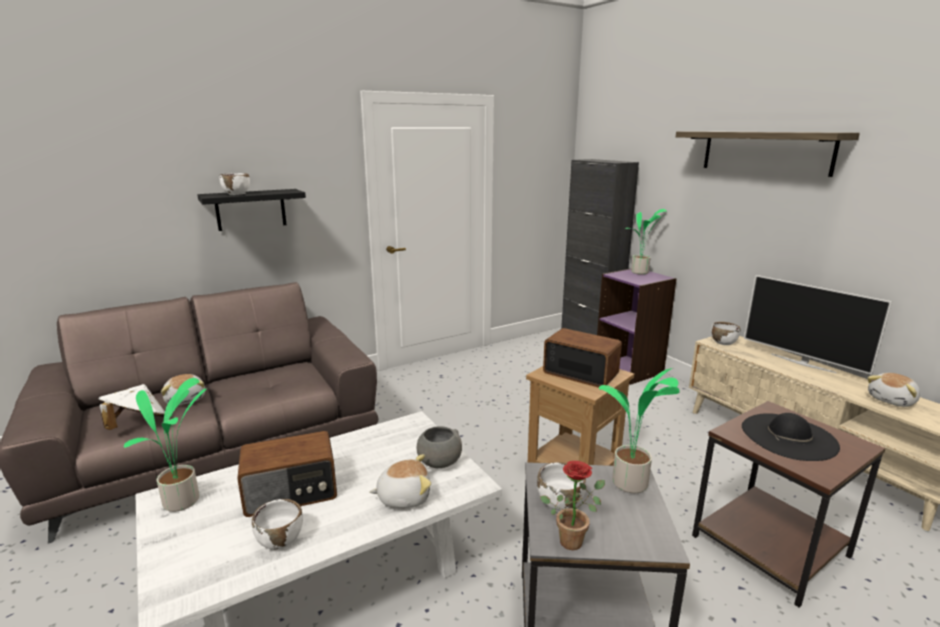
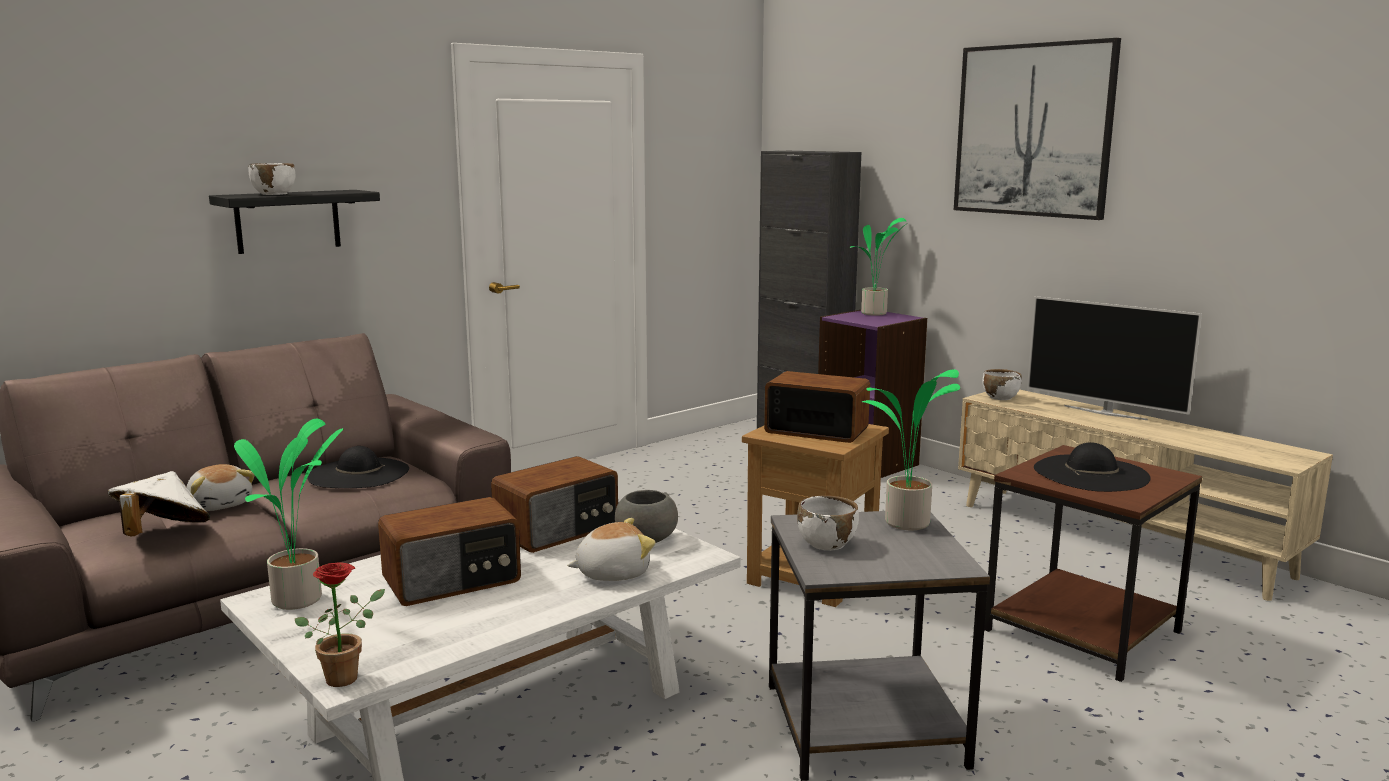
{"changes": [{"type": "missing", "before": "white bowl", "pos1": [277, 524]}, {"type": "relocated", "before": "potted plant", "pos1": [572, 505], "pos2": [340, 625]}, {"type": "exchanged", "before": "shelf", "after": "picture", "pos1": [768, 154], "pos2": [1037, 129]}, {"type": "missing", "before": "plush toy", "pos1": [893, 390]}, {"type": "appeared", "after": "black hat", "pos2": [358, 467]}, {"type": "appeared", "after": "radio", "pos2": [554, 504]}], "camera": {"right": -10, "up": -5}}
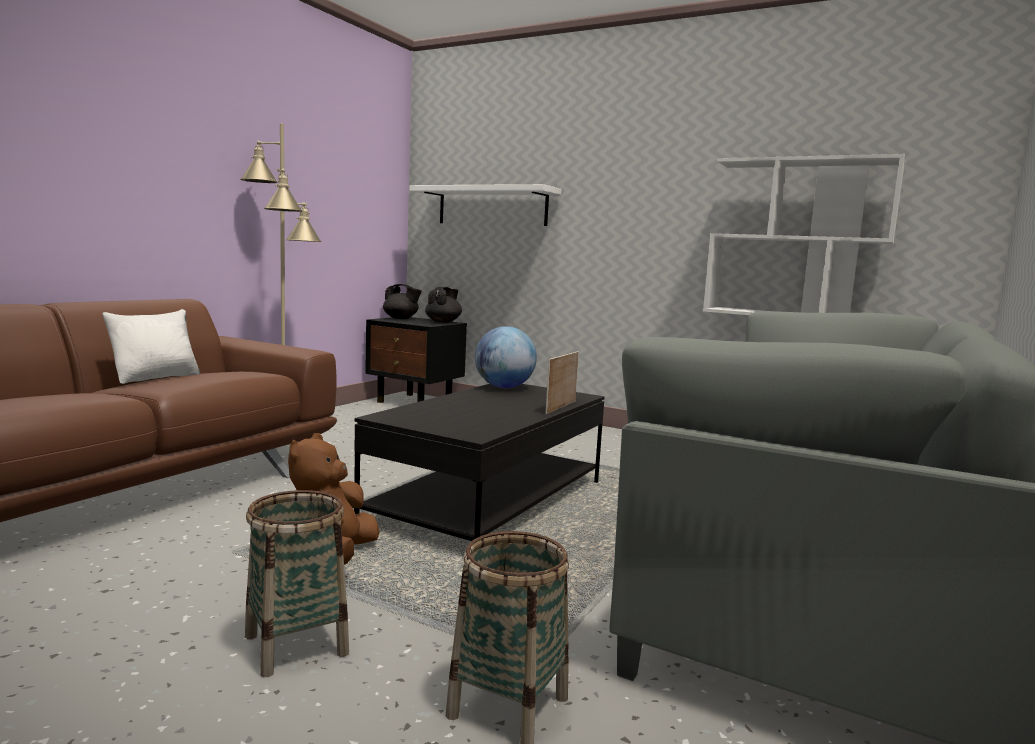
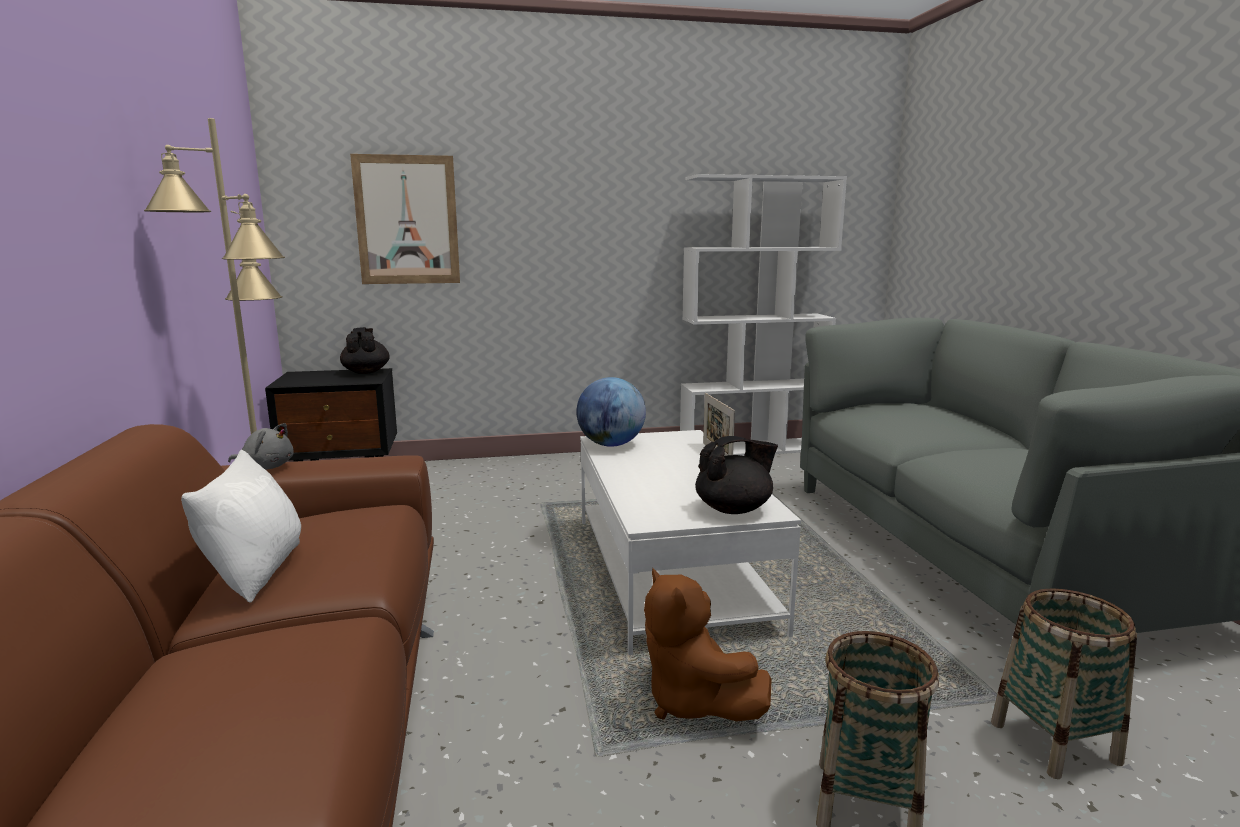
{"changes": [{"type": "colour", "before": "black coffee table", "after": "white coffee table", "pos1": [479, 462], "pos2": [690, 542]}, {"type": "relocated", "before": "black teapot", "pos1": [402, 301], "pos2": [736, 475]}, {"type": "exchanged", "before": "white shelf", "after": "picture", "pos1": [485, 205], "pos2": [405, 219]}, {"type": "appeared", "after": "grey plush toy", "pos2": [261, 446]}], "camera": {"right": -40, "up": 5}}
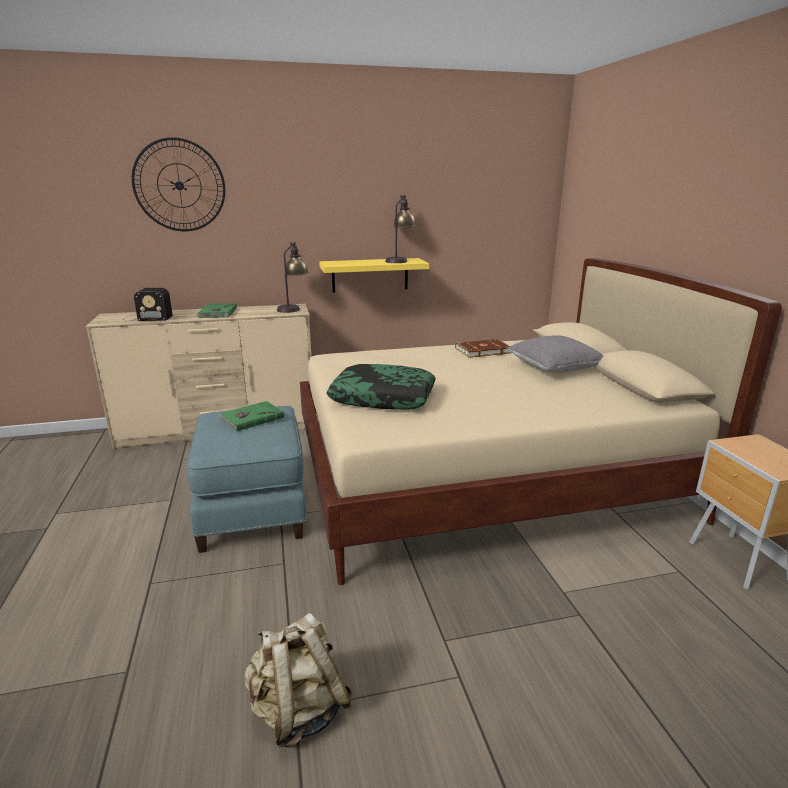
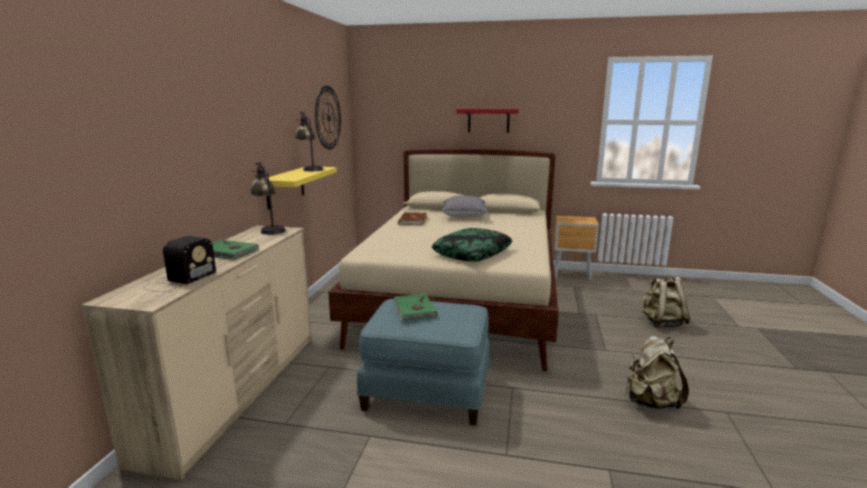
{"changes": [{"type": "relocated", "before": "wall clock", "pos1": [178, 184], "pos2": [328, 118]}, {"type": "appeared", "after": "red shelf", "pos2": [487, 120]}, {"type": "appeared", "after": "beige backpack", "pos2": [665, 301]}], "camera": {"right": -65, "up": -5}}
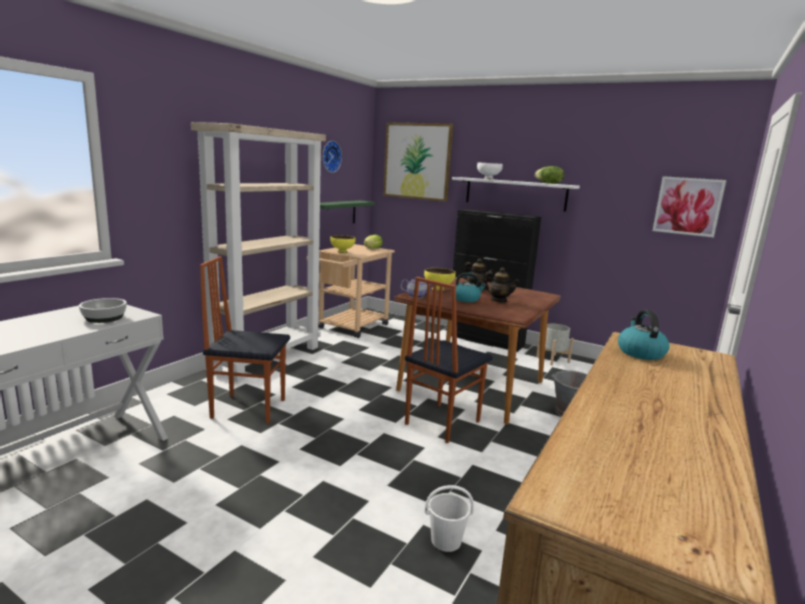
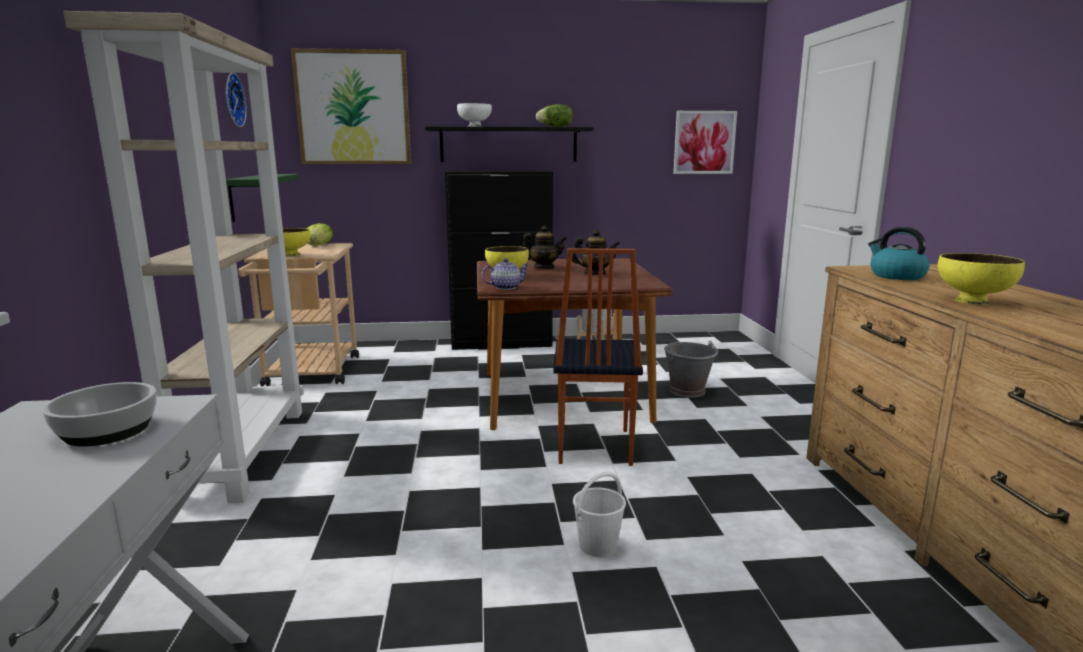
{"changes": [{"type": "missing", "before": "chair", "pos1": [245, 340]}, {"type": "relocated", "before": "white bucket", "pos1": [449, 518], "pos2": [599, 514]}, {"type": "colour", "before": "white shelf", "after": "black shelf", "pos1": [516, 194], "pos2": [509, 144]}, {"type": "missing", "before": "kettle", "pos1": [471, 287]}, {"type": "appeared", "after": "yellow bowl", "pos2": [981, 279]}], "camera": {"right": -35, "up": 0}}
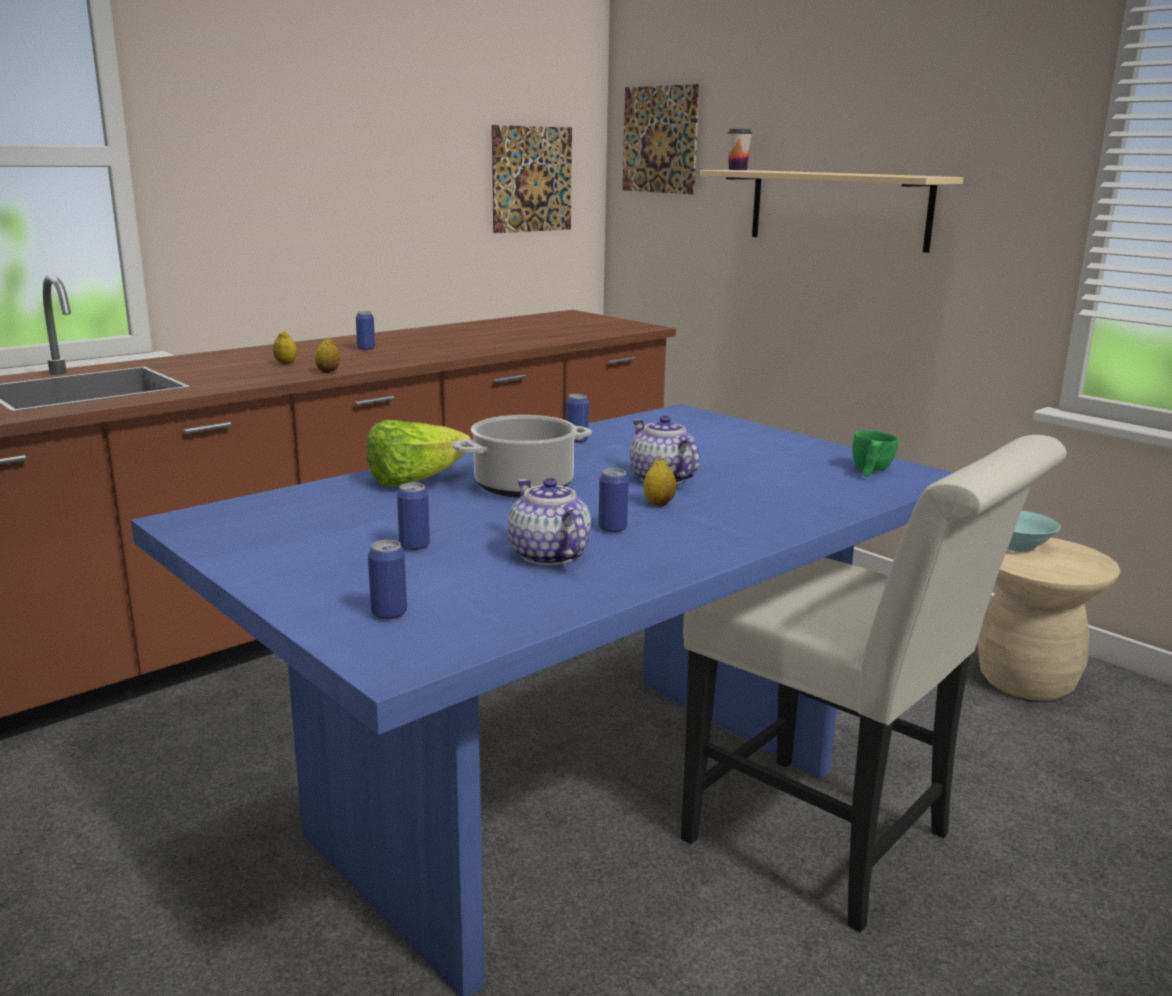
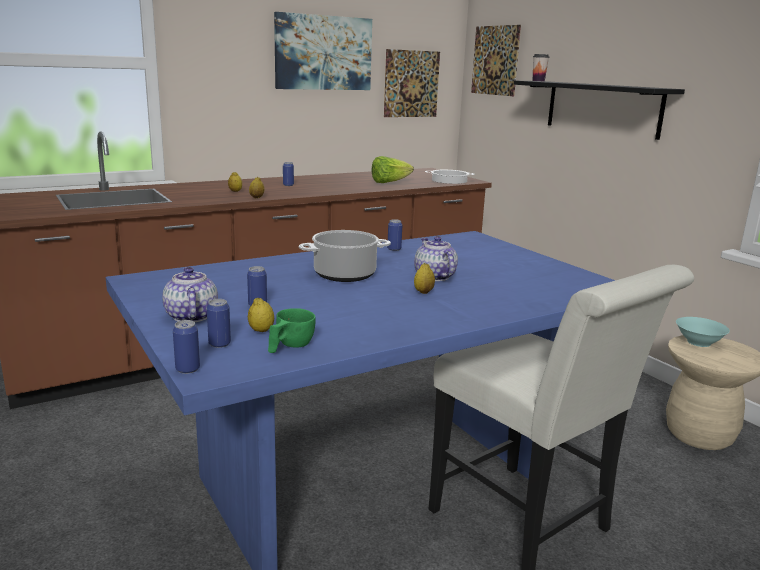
{"changes": [{"type": "relocated", "before": "lettuce", "pos1": [418, 453], "pos2": [392, 169]}, {"type": "relocated", "before": "teapot", "pos1": [549, 522], "pos2": [190, 294]}, {"type": "relocated", "before": "can", "pos1": [613, 500], "pos2": [186, 347]}, {"type": "colour", "before": "beige shelf", "after": "black shelf", "pos1": [832, 211], "pos2": [599, 110]}, {"type": "relocated", "before": "green cup", "pos1": [875, 453], "pos2": [292, 330]}, {"type": "appeared", "after": "lemon", "pos2": [261, 315]}, {"type": "appeared", "after": "picture", "pos2": [323, 51]}, {"type": "appeared", "after": "cooking pot", "pos2": [449, 177]}], "camera": {"right": 10, "up": 0}}
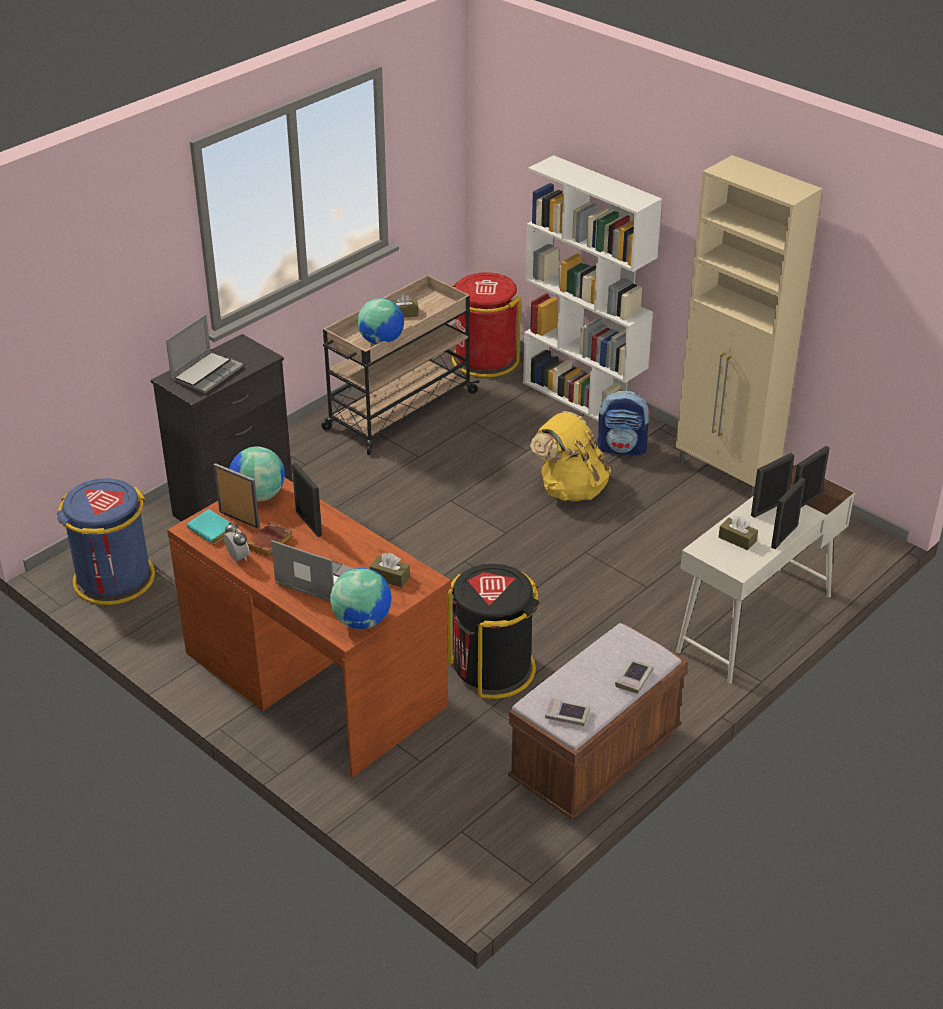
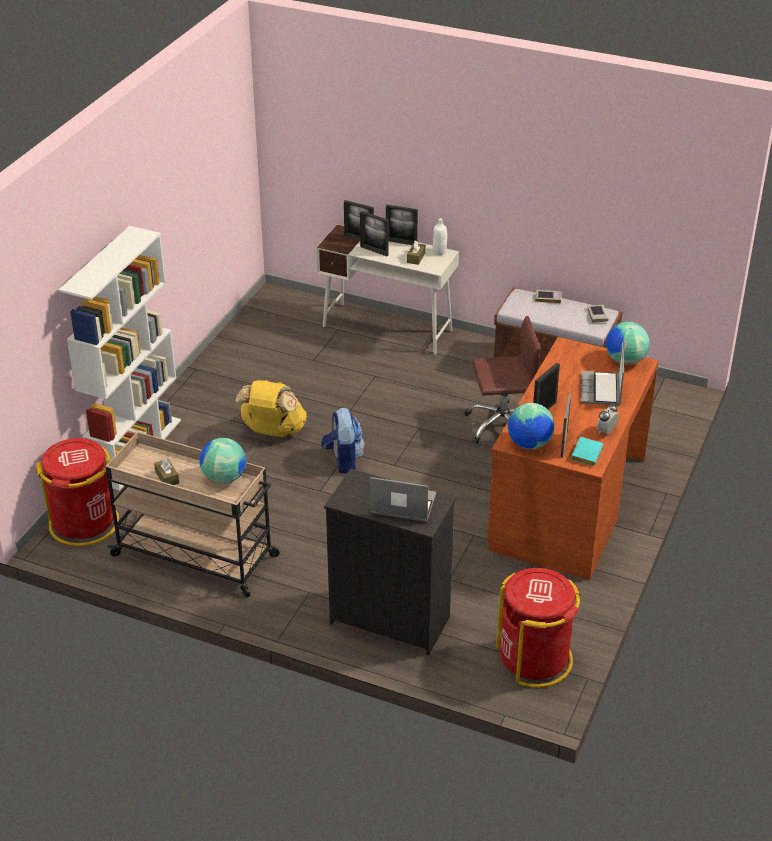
{"changes": [{"type": "colour", "before": "blue trash can", "after": "red trash can", "pos1": [106, 541], "pos2": [538, 628]}, {"type": "missing", "before": "brown book", "pos1": [270, 540]}, {"type": "missing", "before": "brown tissue box", "pos1": [390, 570]}, {"type": "exchanged", "before": "black trash can", "after": "brown office chair", "pos1": [493, 631], "pos2": [502, 380]}, {"type": "relocated", "before": "backpack", "pos1": [624, 423], "pos2": [343, 440]}, {"type": "missing", "before": "beige cabinet", "pos1": [749, 326]}, {"type": "appeared", "after": "white bottle", "pos2": [440, 236]}], "camera": {"right": -110, "up": 0}}
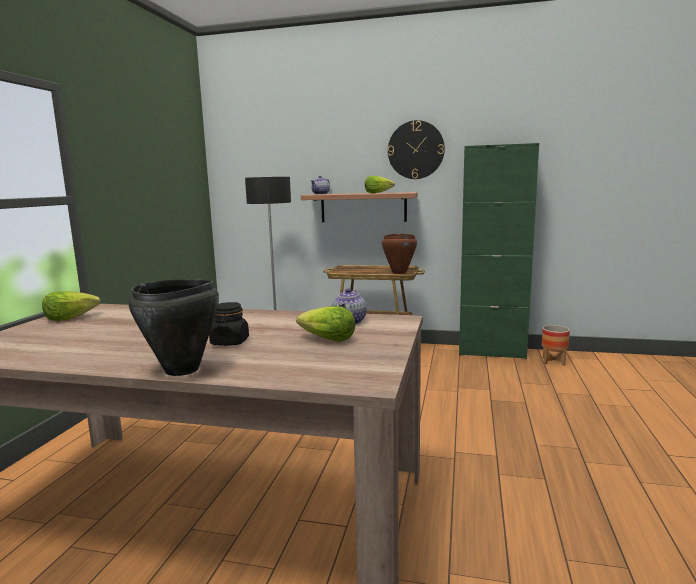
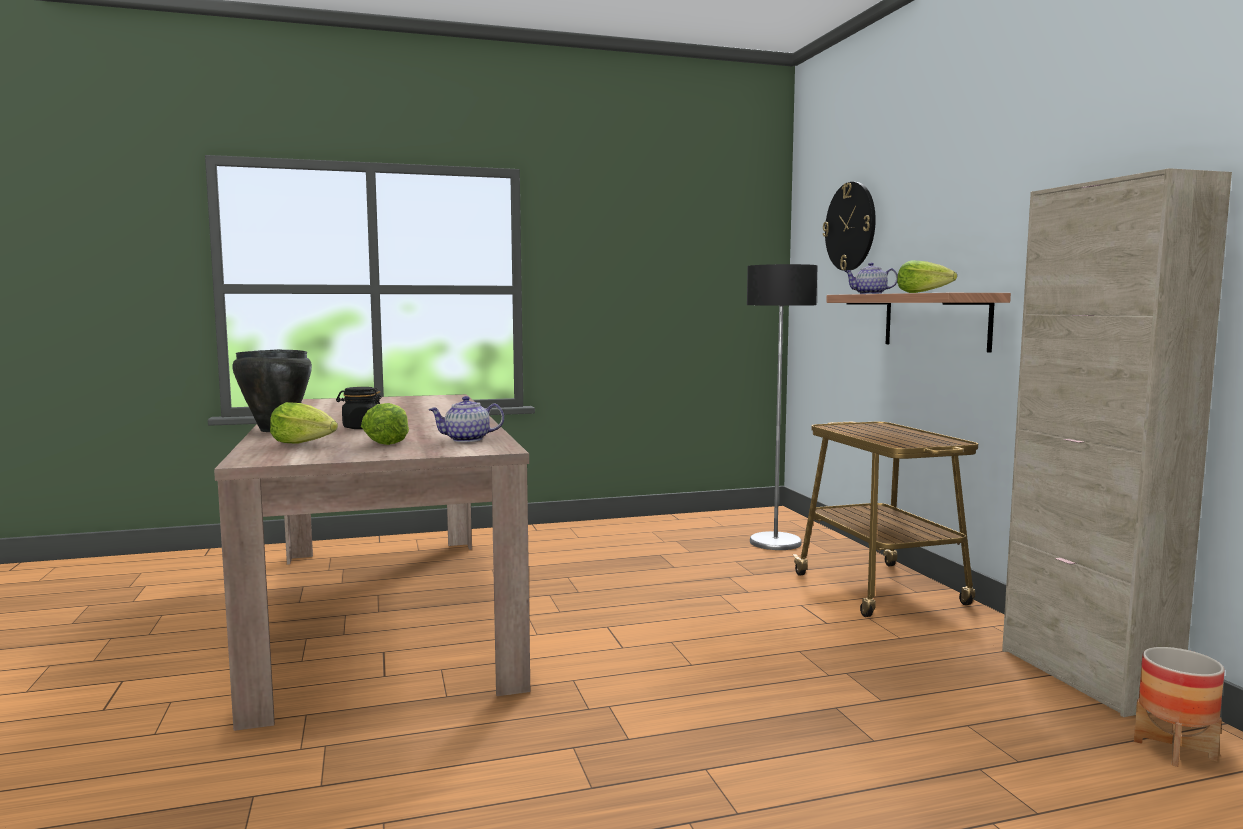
{"changes": [{"type": "relocated", "before": "lettuce", "pos1": [71, 306], "pos2": [304, 422]}, {"type": "missing", "before": "brown cooking pot", "pos1": [399, 254]}, {"type": "relocated", "before": "wall clock", "pos1": [416, 149], "pos2": [849, 226]}, {"type": "colour", "before": "green cabinet", "after": "beige cabinet", "pos1": [499, 251], "pos2": [1117, 442]}], "camera": {"right": 60, "up": -5}}
